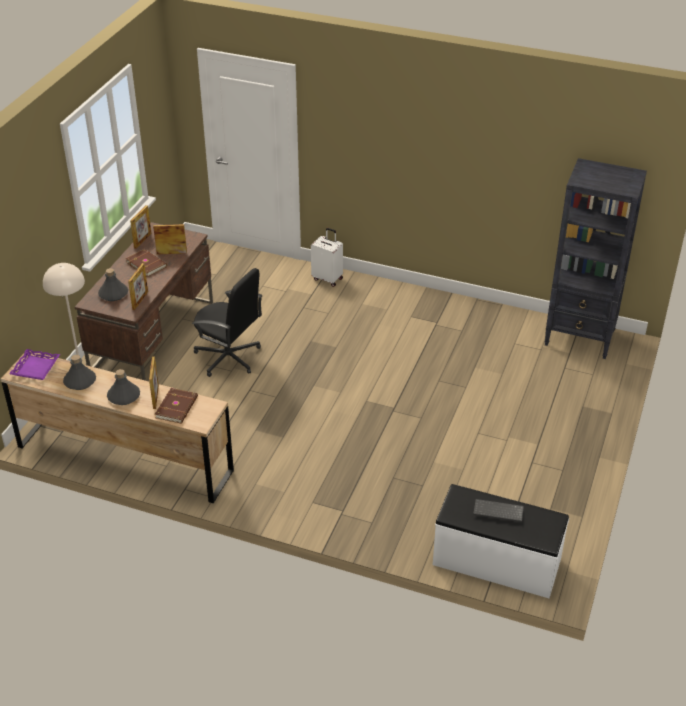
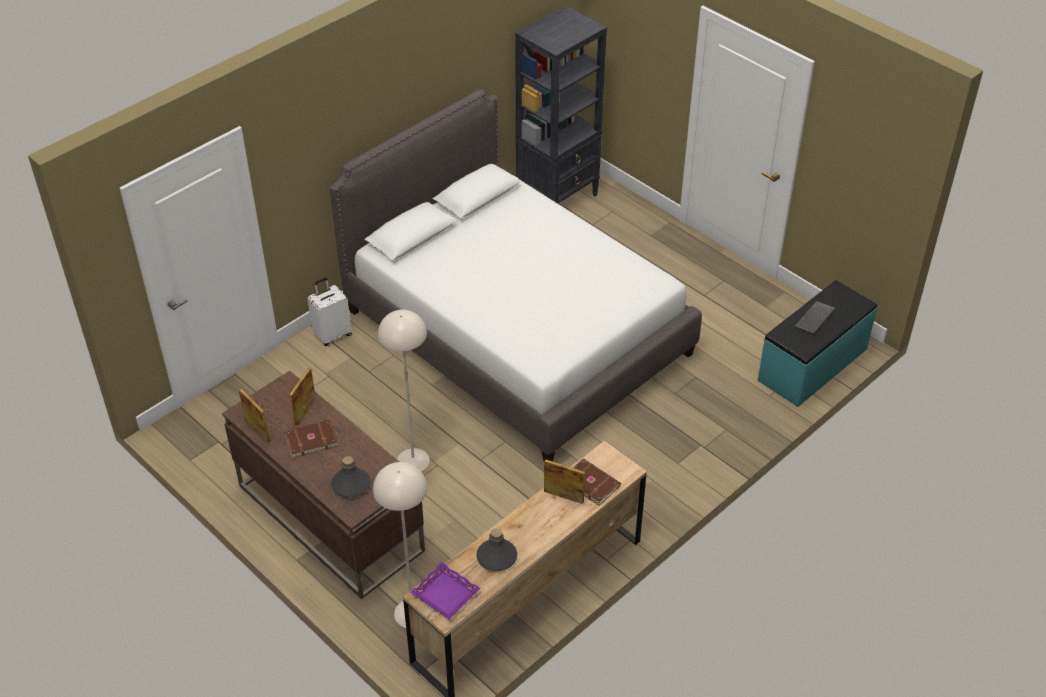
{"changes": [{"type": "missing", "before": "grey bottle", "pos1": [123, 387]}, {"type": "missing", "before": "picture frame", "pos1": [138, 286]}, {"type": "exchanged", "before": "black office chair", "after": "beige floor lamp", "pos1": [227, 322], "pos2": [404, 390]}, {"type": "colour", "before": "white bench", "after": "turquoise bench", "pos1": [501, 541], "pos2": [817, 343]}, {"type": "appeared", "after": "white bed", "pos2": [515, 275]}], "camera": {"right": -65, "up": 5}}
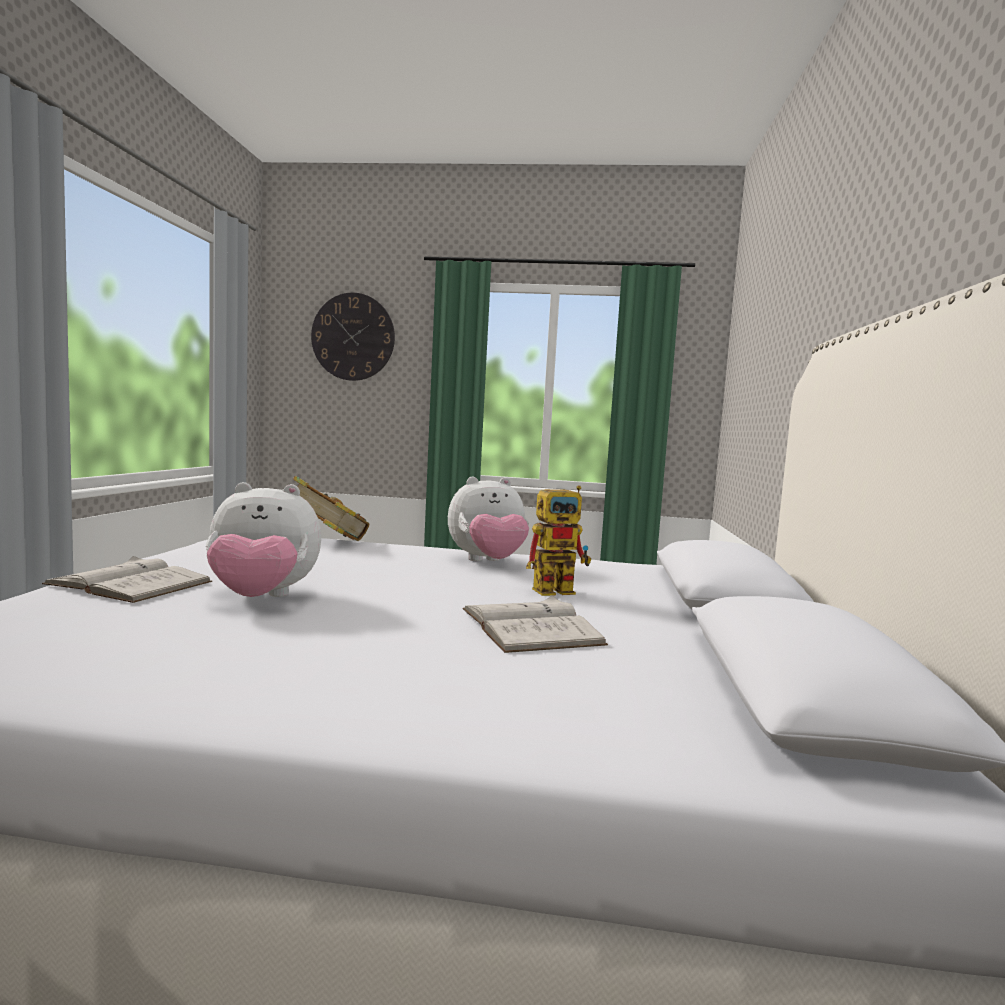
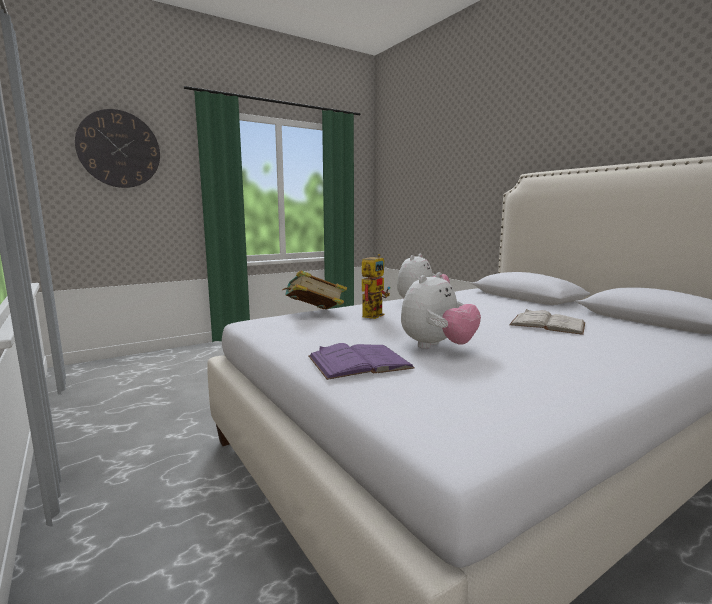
{"changes": [{"type": "colour", "before": "white book", "after": "purple book", "pos1": [127, 579], "pos2": [361, 361]}, {"type": "relocated", "before": "toy robot", "pos1": [558, 540], "pos2": [376, 286]}], "camera": {"right": -40, "up": 5}}
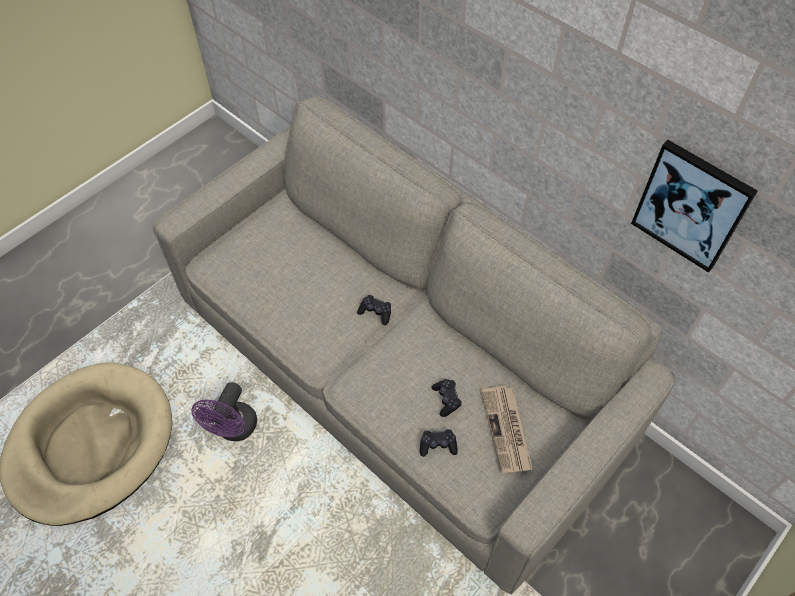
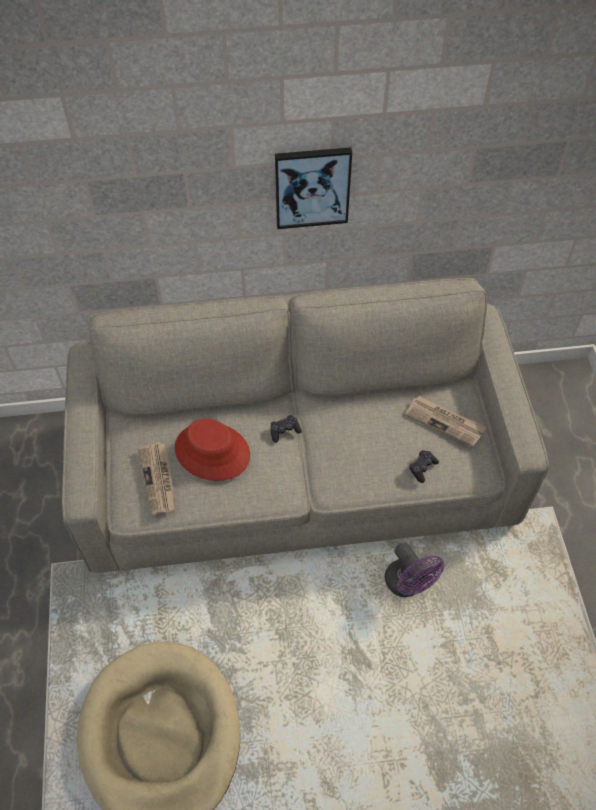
{"changes": [{"type": "relocated", "before": "purple fan", "pos1": [224, 411], "pos2": [414, 570]}, {"type": "missing", "before": "black game controller", "pos1": [447, 398]}, {"type": "relocated", "before": "picture", "pos1": [694, 206], "pos2": [313, 188]}, {"type": "appeared", "after": "newspaper", "pos2": [157, 478]}, {"type": "appeared", "after": "red hat", "pos2": [212, 450]}], "camera": {"right": -50, "up": 0}}
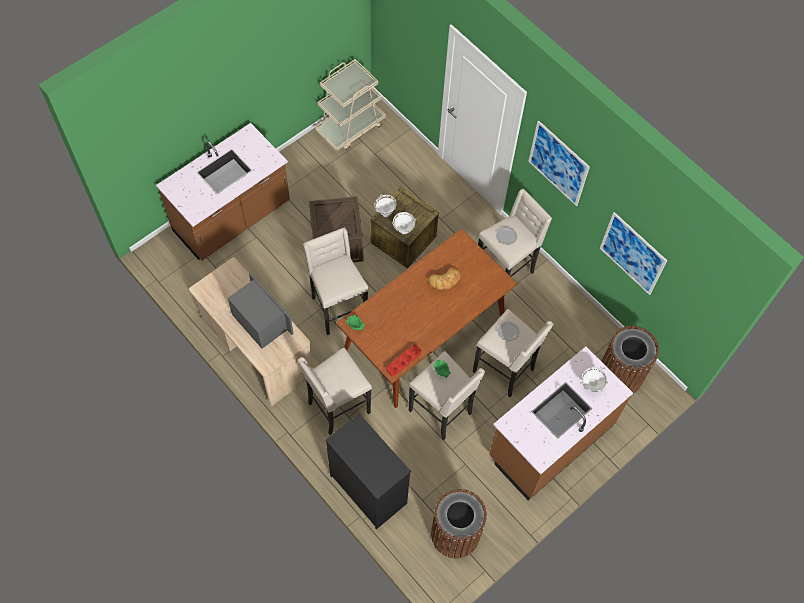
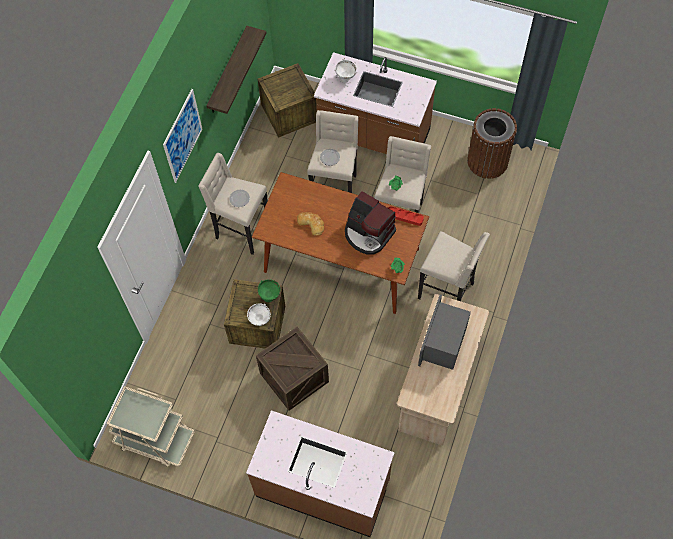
{"changes": [{"type": "missing", "before": "beige stool", "pos1": [335, 281]}, {"type": "missing", "before": "black dresser", "pos1": [368, 471]}, {"type": "colour", "before": "white bowl", "after": "green bowl", "pos1": [404, 223], "pos2": [269, 290]}, {"type": "exchanged", "before": "picture", "after": "shelf", "pos1": [633, 253], "pos2": [236, 70]}, {"type": "exchanged", "before": "brown trash can", "after": "crate", "pos1": [630, 360], "pos2": [287, 100]}, {"type": "appeared", "after": "coffee machine", "pos2": [370, 222]}], "camera": {"right": -115, "up": 0}}
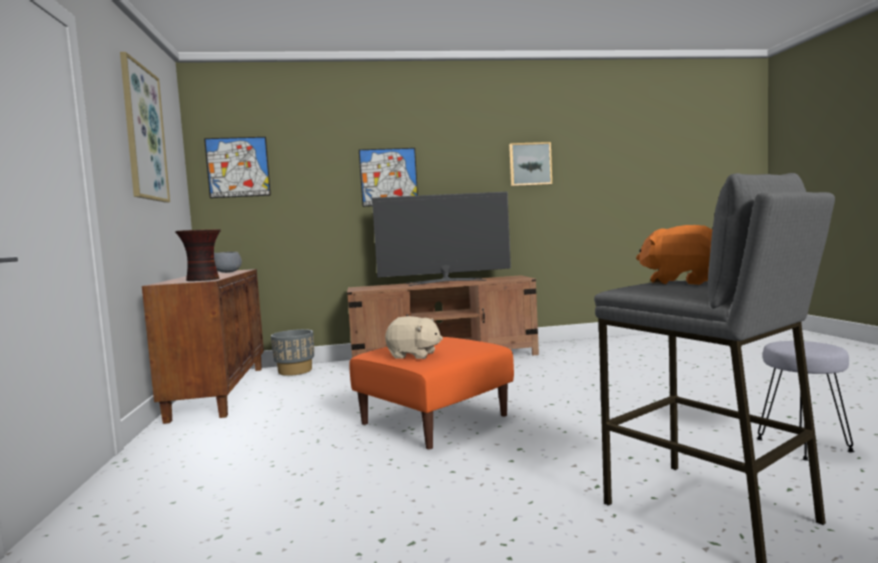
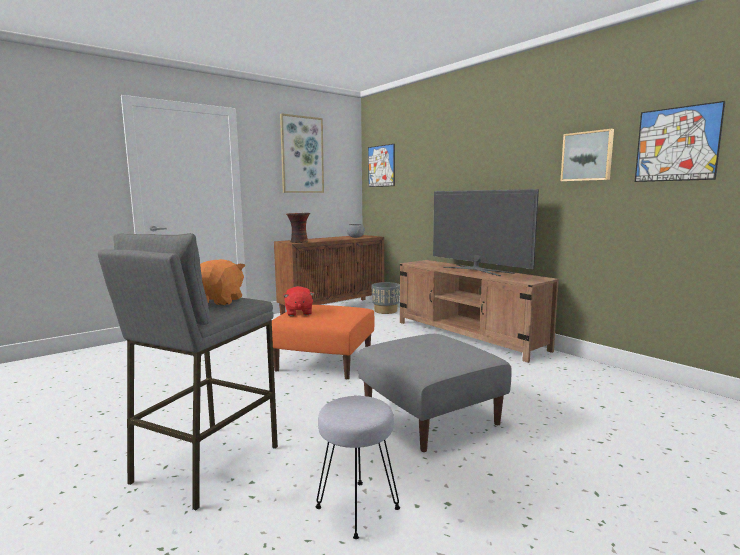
{"changes": [{"type": "relocated", "before": "picture", "pos1": [388, 177], "pos2": [680, 141]}, {"type": "colour", "before": "beige plush toy", "after": "red plush toy", "pos1": [414, 337], "pos2": [298, 301]}, {"type": "appeared", "after": "grey ottoman", "pos2": [434, 393]}], "camera": {"right": 60, "up": 5}}
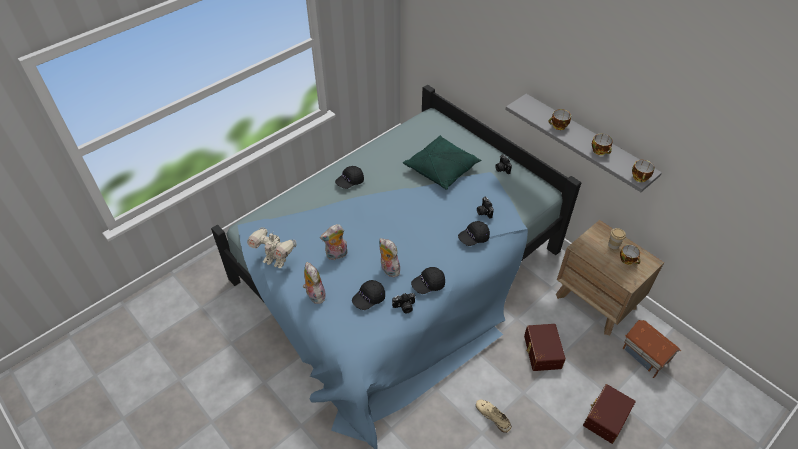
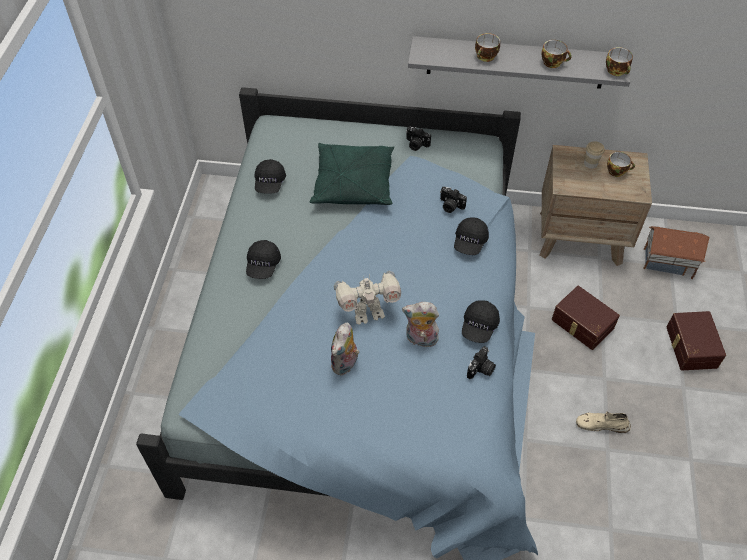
{"changes": [{"type": "relocated", "before": "toy robot", "pos1": [272, 247], "pos2": [367, 298]}, {"type": "missing", "before": "plush toy", "pos1": [314, 283]}, {"type": "relocated", "before": "black cap", "pos1": [368, 295], "pos2": [270, 176]}], "camera": {"right": -40, "up": 5}}
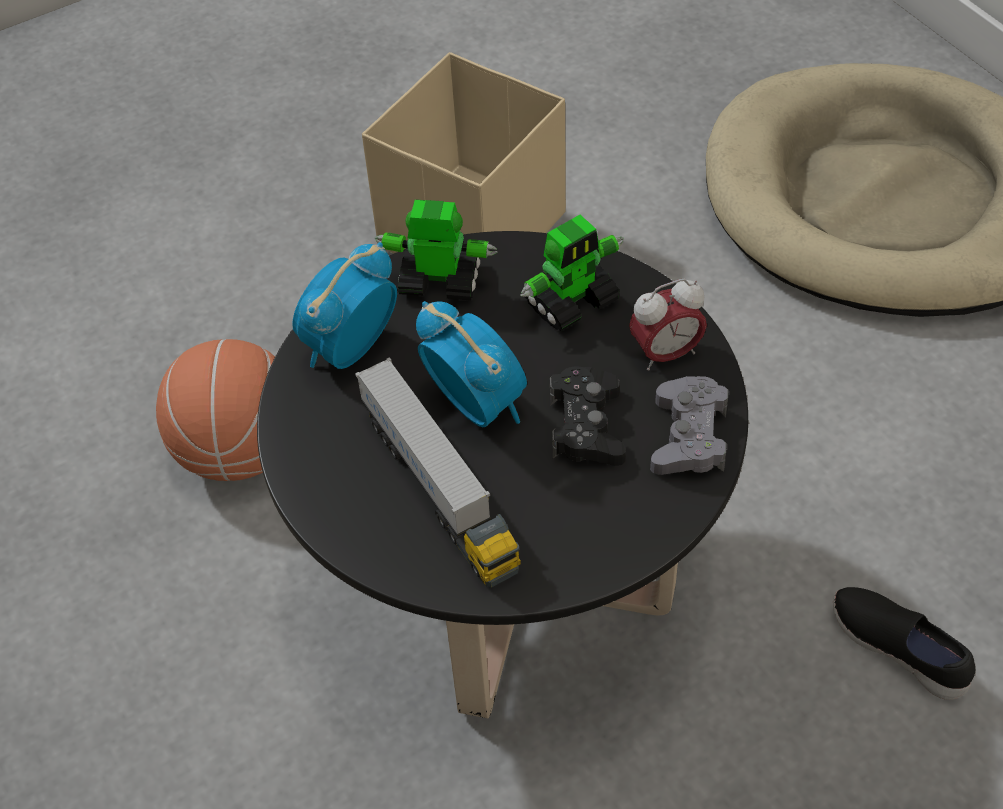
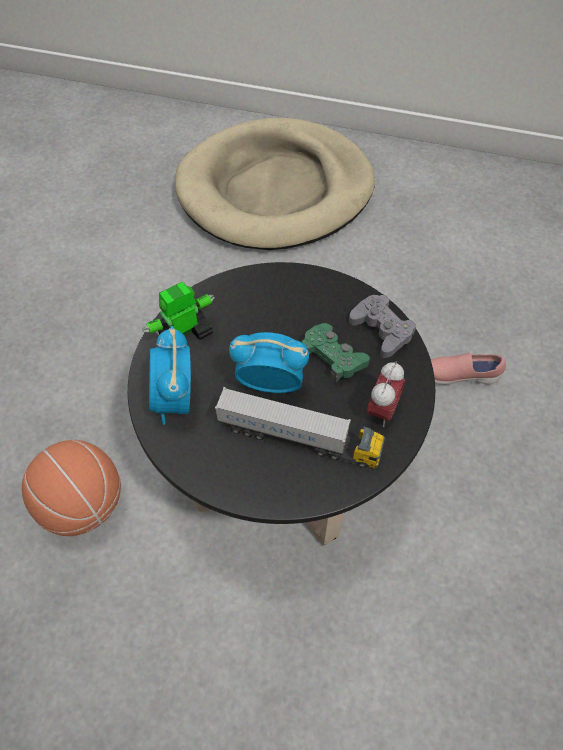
{"changes": [{"type": "missing", "before": "beige storage box", "pos1": [464, 153]}, {"type": "missing", "before": "toy robot", "pos1": [571, 273]}, {"type": "colour", "before": "black game controller", "after": "green game controller", "pos1": [588, 416], "pos2": [336, 353]}, {"type": "relocated", "before": "alarm clock", "pos1": [668, 324], "pos2": [386, 394]}, {"type": "colour", "before": "black shoe", "after": "pink shoe", "pos1": [904, 643], "pos2": [468, 369]}], "camera": {"right": -45, "up": 5}}
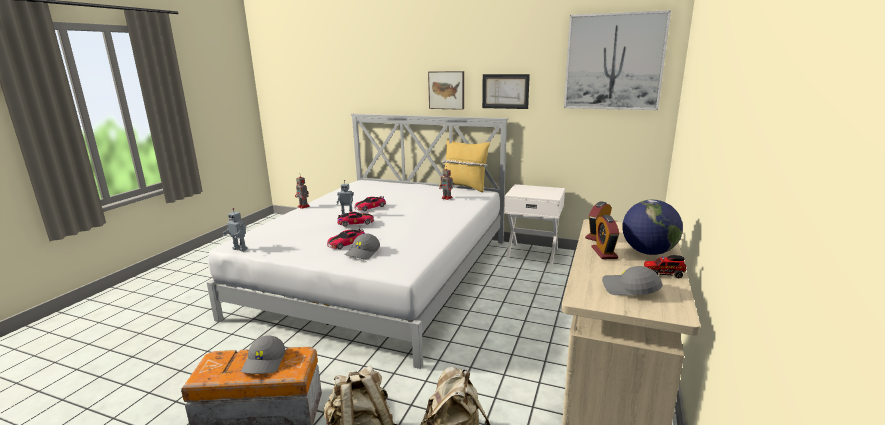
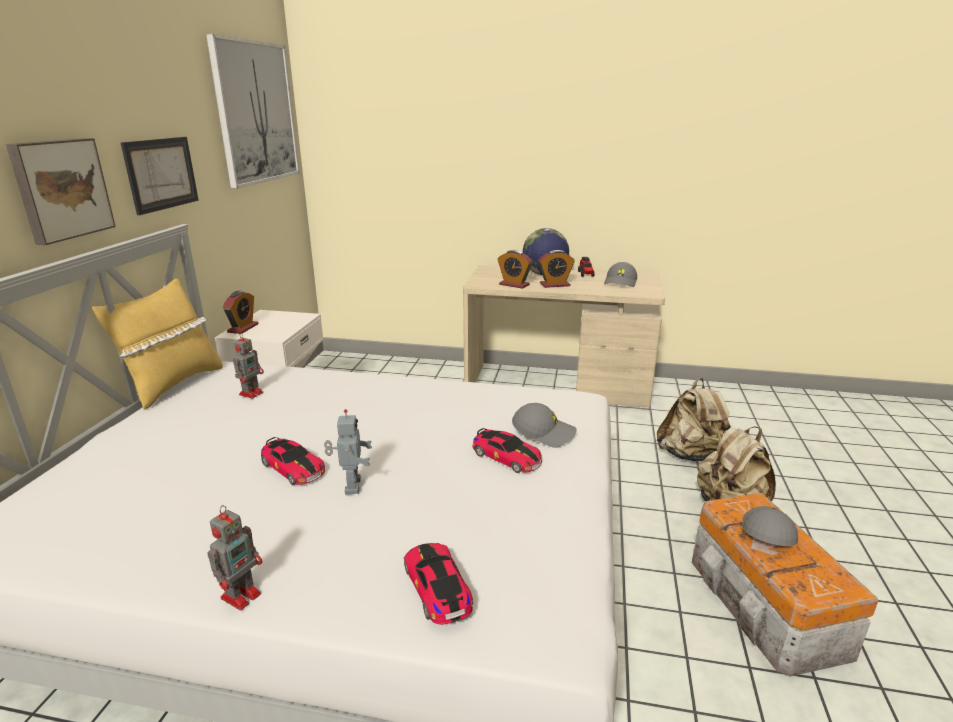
{"changes": [{"type": "missing", "before": "toy robot", "pos1": [234, 230]}, {"type": "spun", "before": "grey cap", "pos1": [263, 354], "pos2": [770, 526], "turn": -60}, {"type": "relocated", "before": "toy car", "pos1": [355, 219], "pos2": [438, 584]}, {"type": "appeared", "after": "alarm clock", "pos2": [240, 312]}], "camera": {"right": -100, "up": 5}}
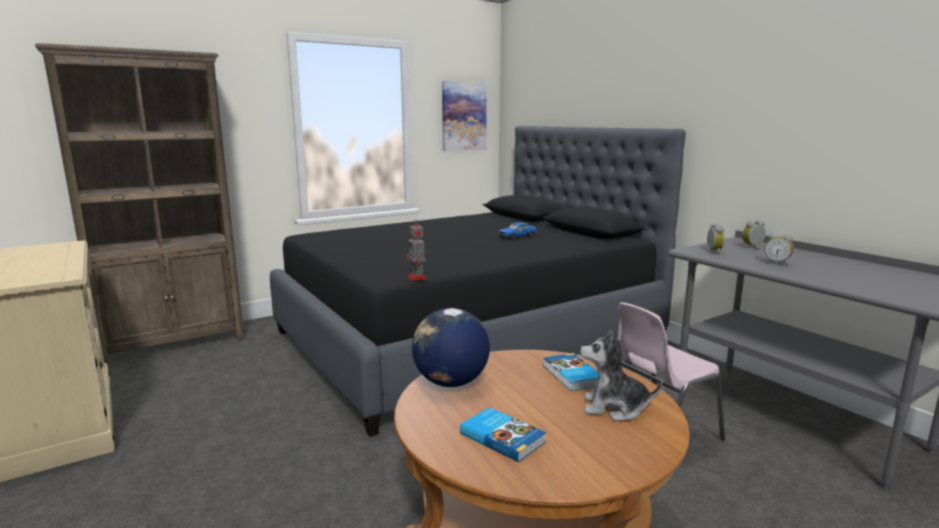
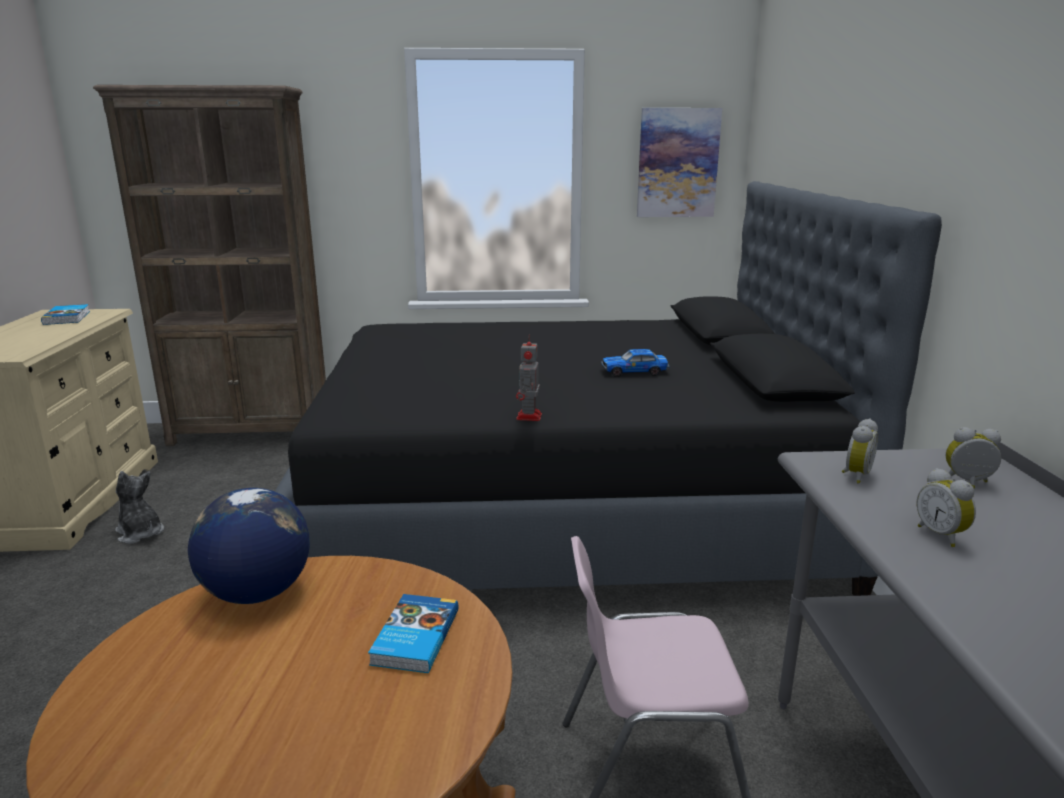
{"changes": [{"type": "relocated", "before": "toy robot", "pos1": [416, 250], "pos2": [529, 378]}, {"type": "relocated", "before": "book", "pos1": [503, 434], "pos2": [65, 314]}, {"type": "relocated", "before": "plush toy", "pos1": [621, 375], "pos2": [139, 507]}], "camera": {"right": 30, "up": 5}}
